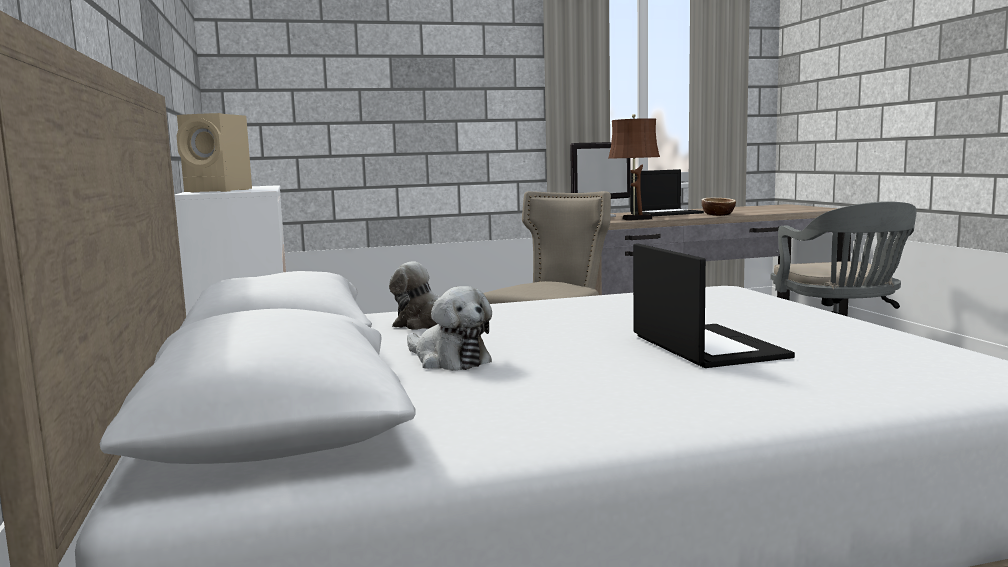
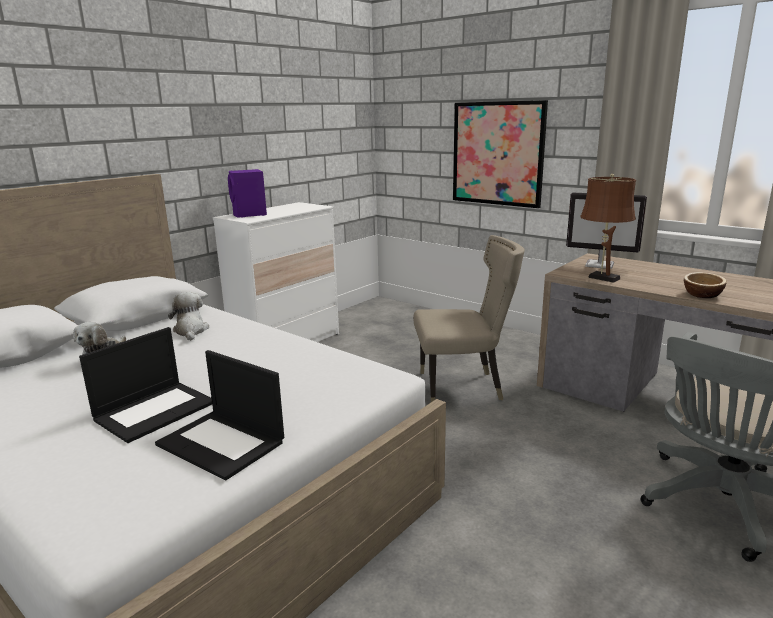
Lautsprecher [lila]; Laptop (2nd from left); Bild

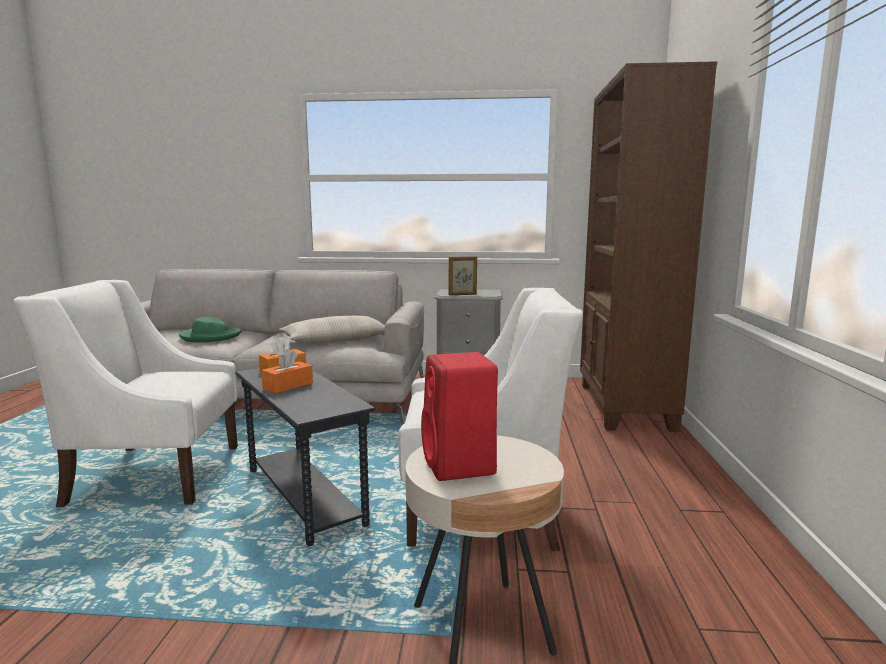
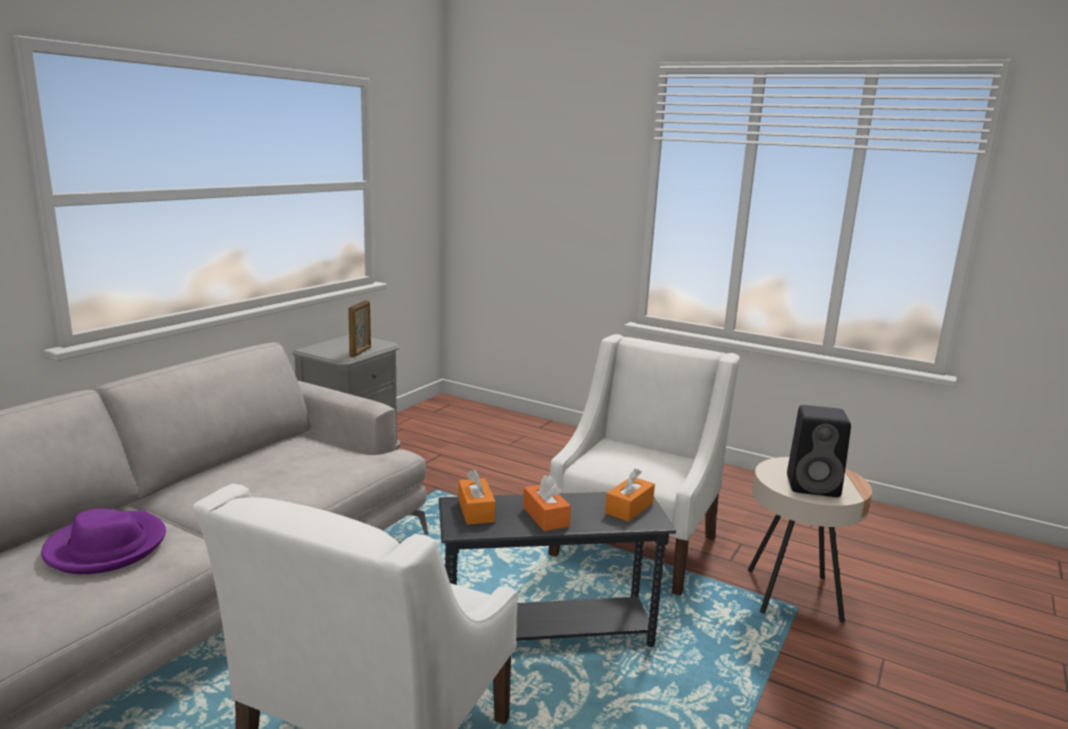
Bücherregal [braun]; Kissen [beige]; Hut [lila]; Lautsprecher [schwarz]; Taschentuchbox [orange] (3rd from left)

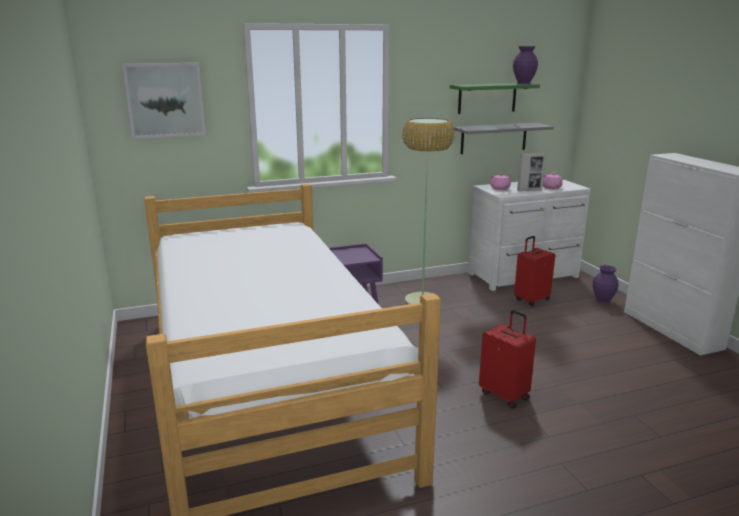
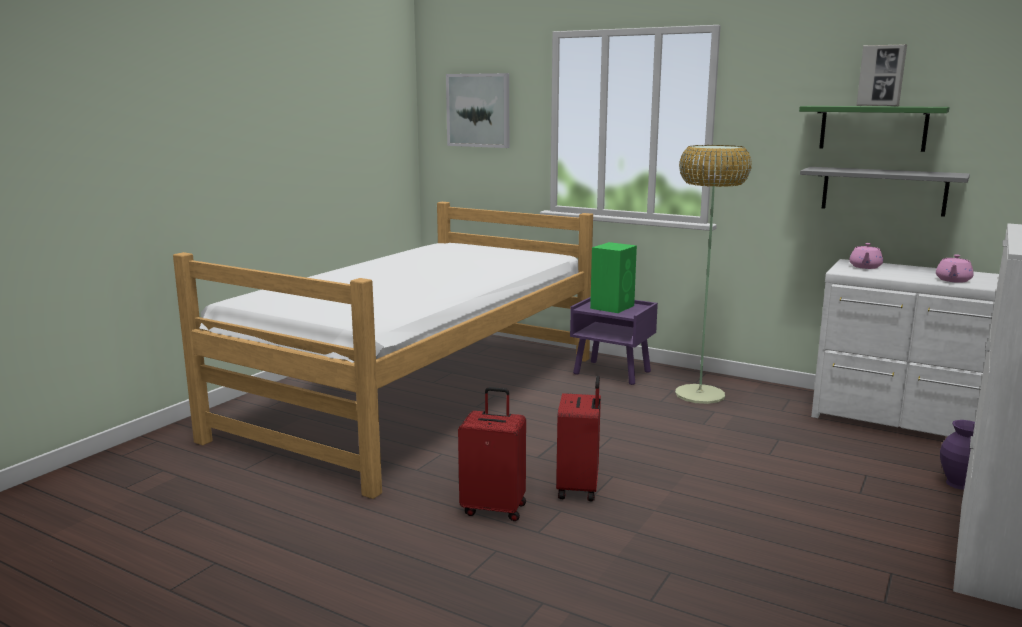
Vase [lila] (1st from left in the first image); Bilderrahmen; Koffer [rot] (1st from left); Lautsprecher [grün]

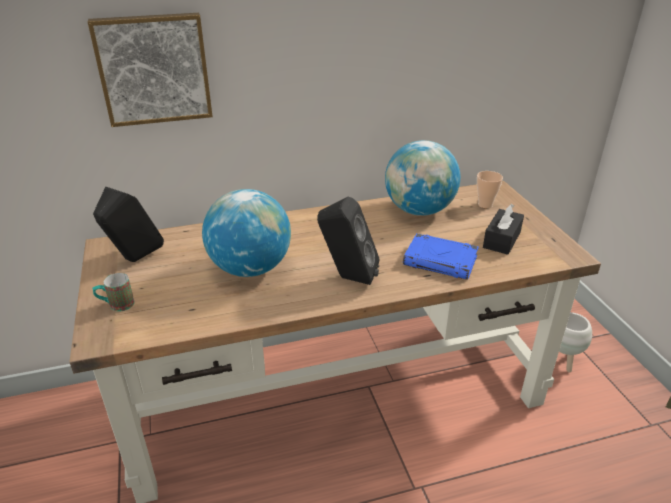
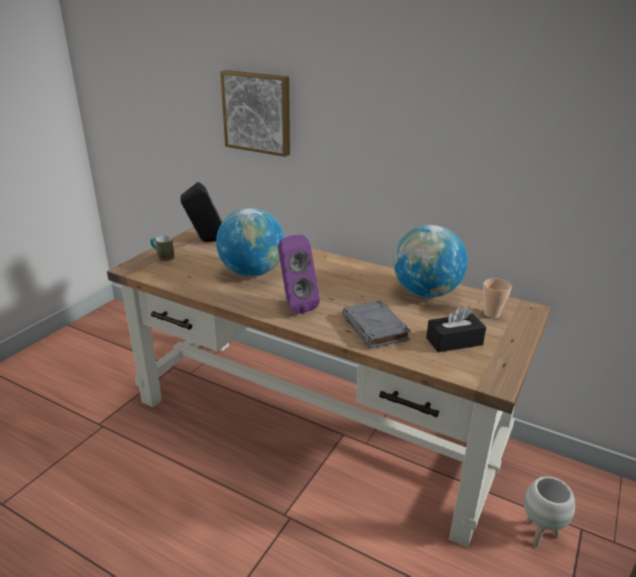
Lautsprecher [lila]; Buch [grau]

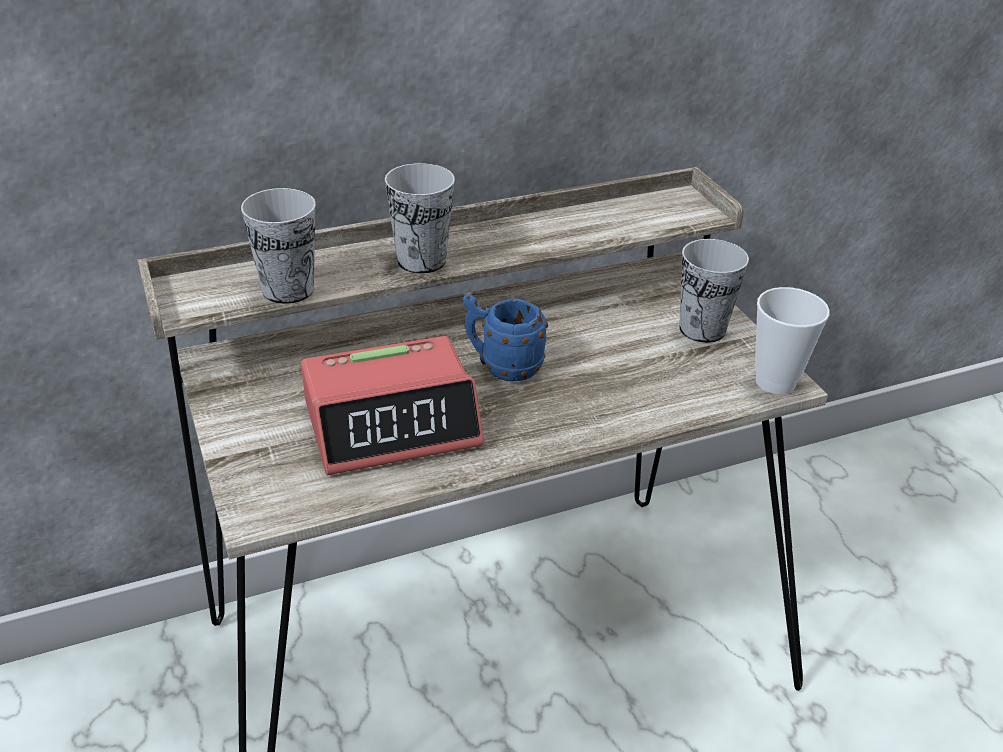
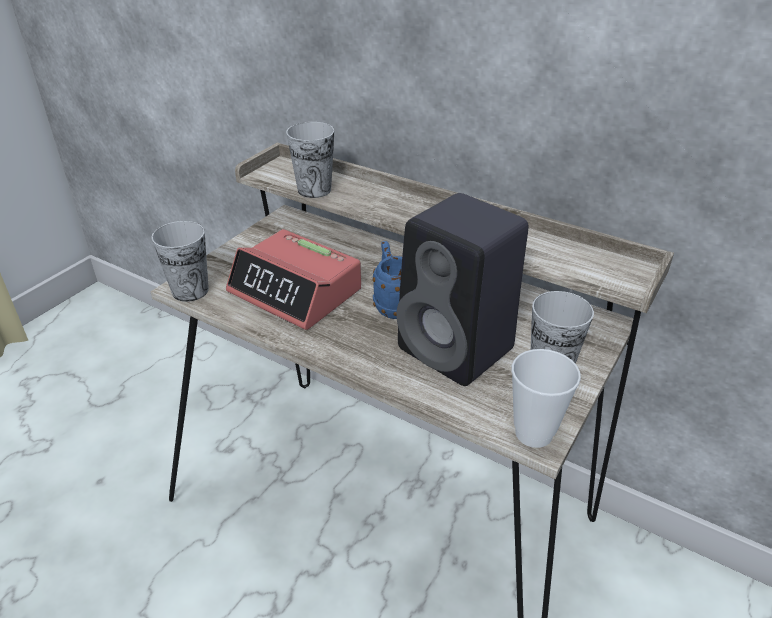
Tasse (1st from left); Lautsprecher [schwarz]

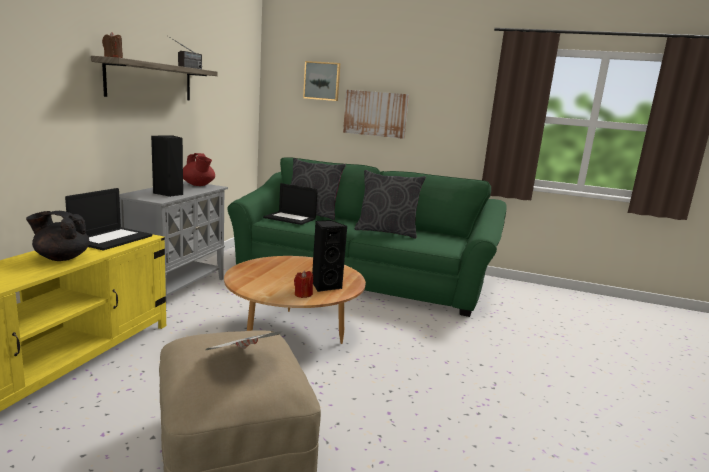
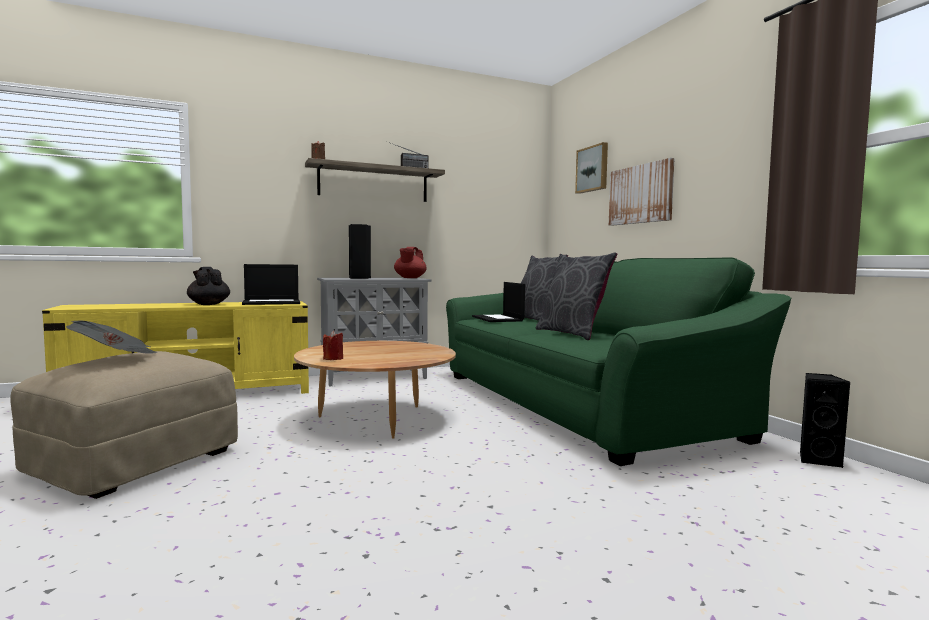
Lautsprecher [schwarz] (2nd from left)

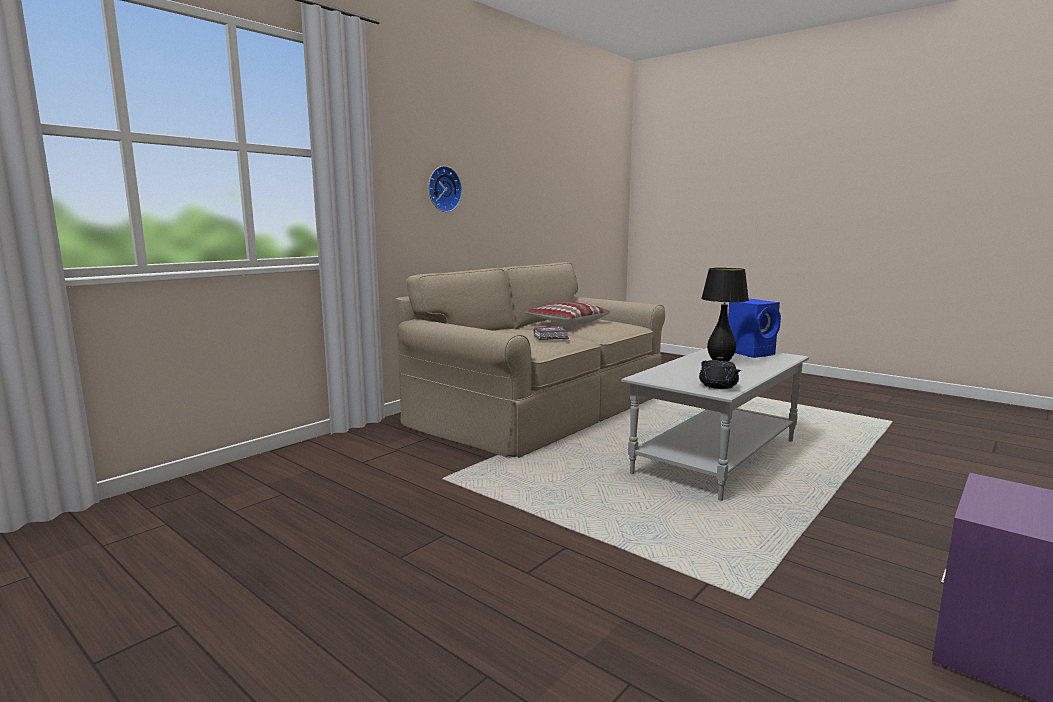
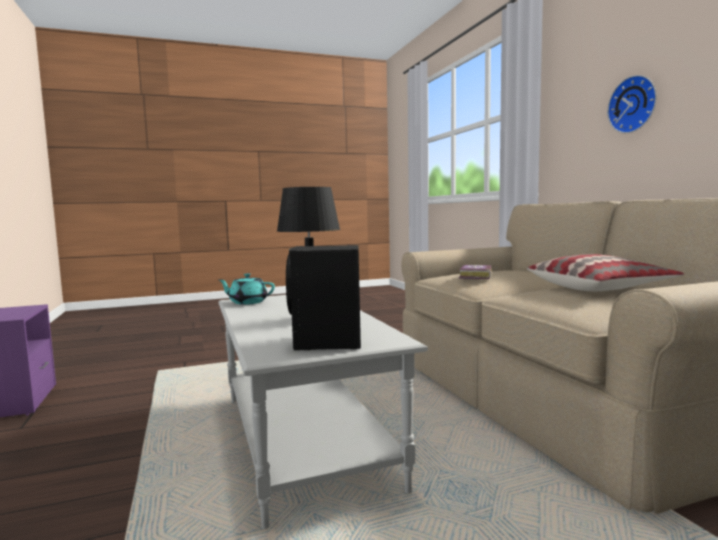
Lautsprecher [schwarz]; Teekanne [türkis]

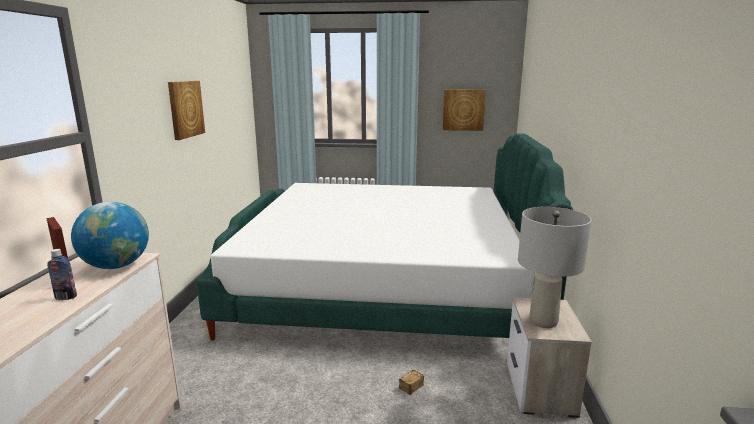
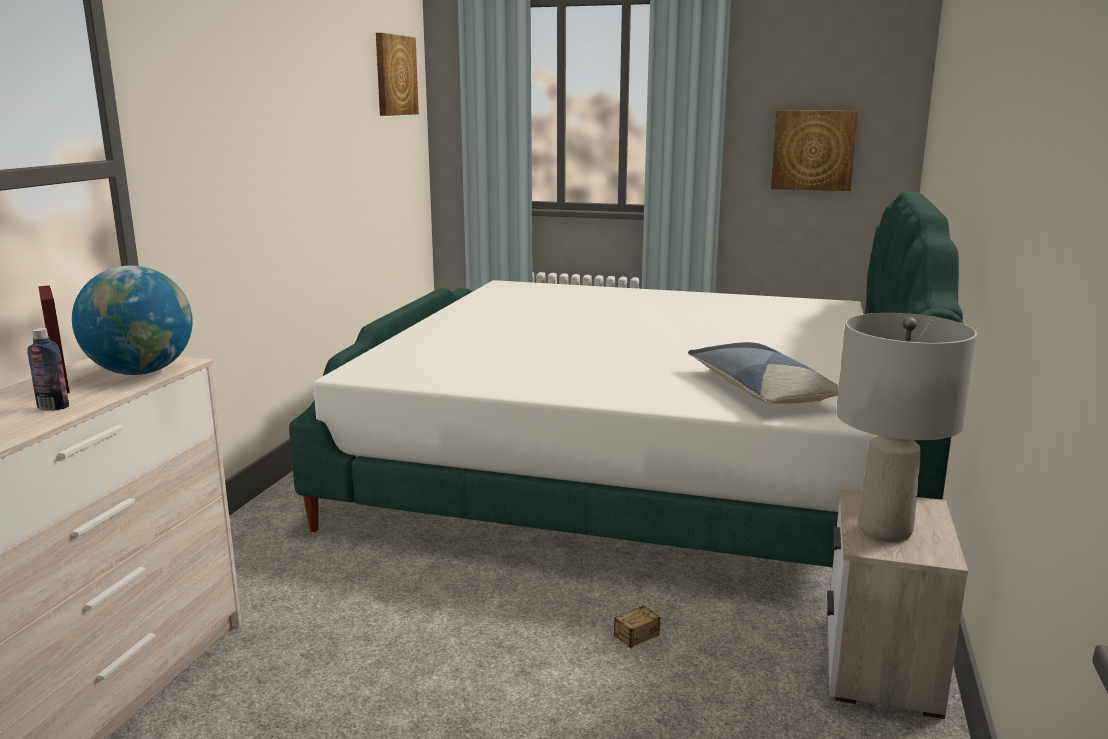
Bild (1st from left); Kissen

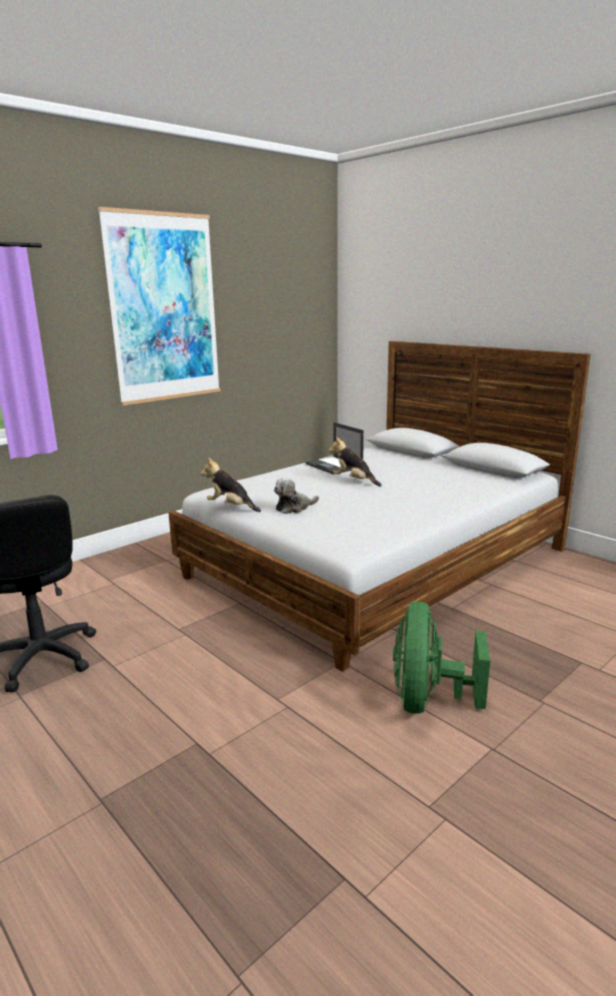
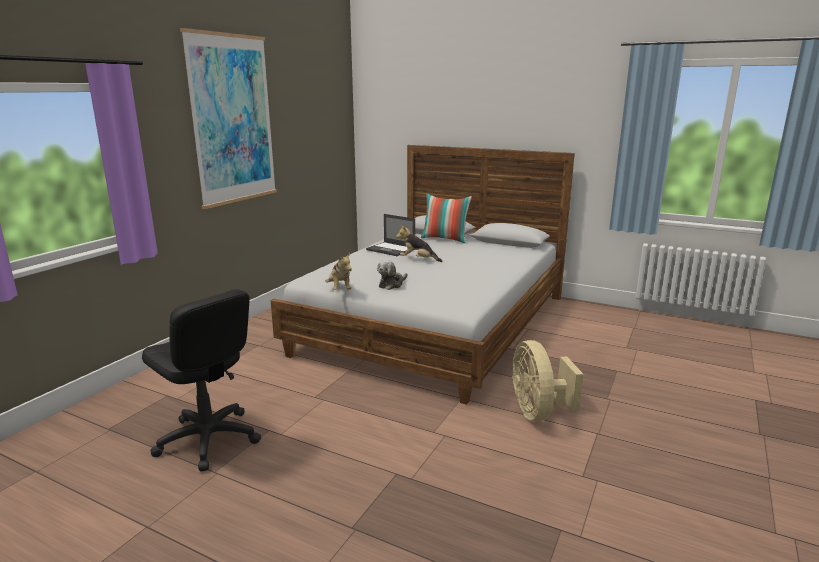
Plüschtier (1st from left); Ventilator [beige]; Kissen

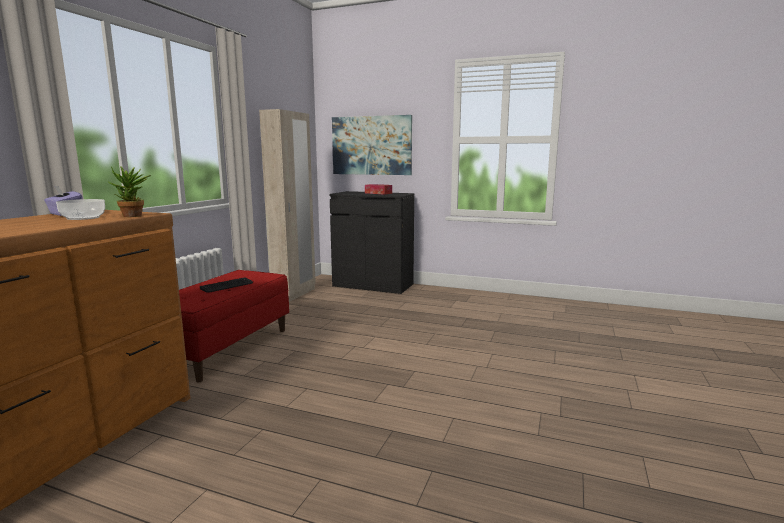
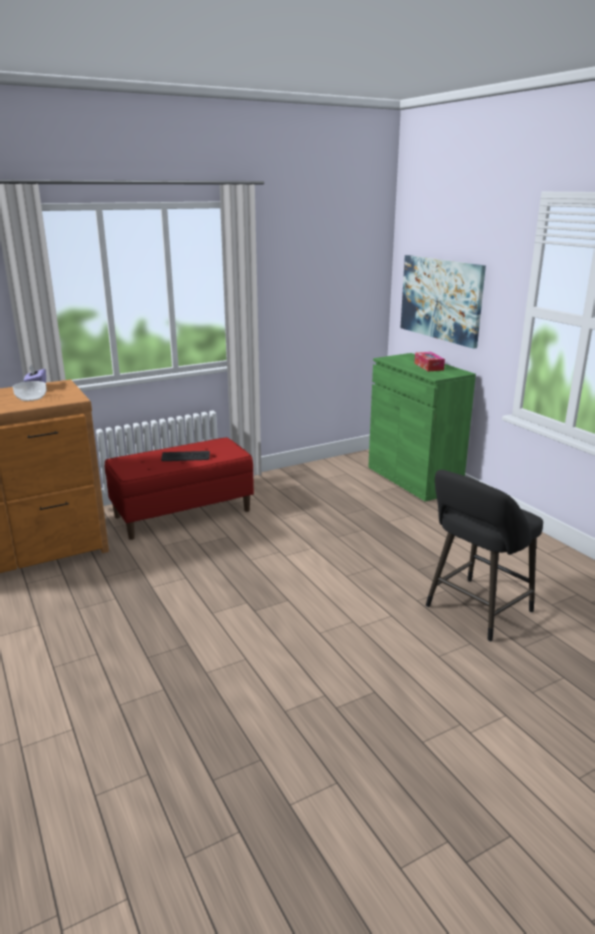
Kleiderschrank [beige]; Topfpflanze; Schrank [grün]; Hocker [schwarz]

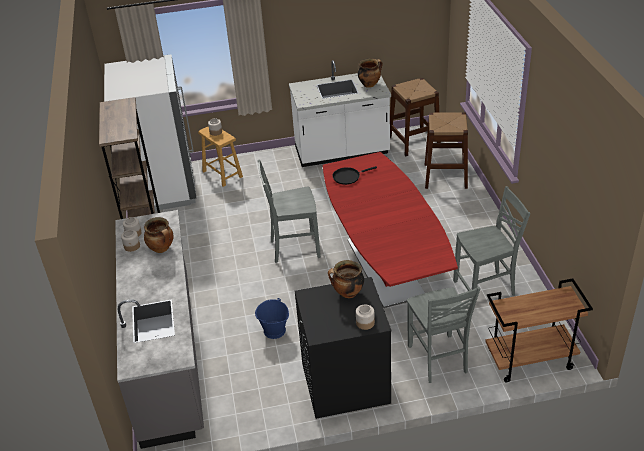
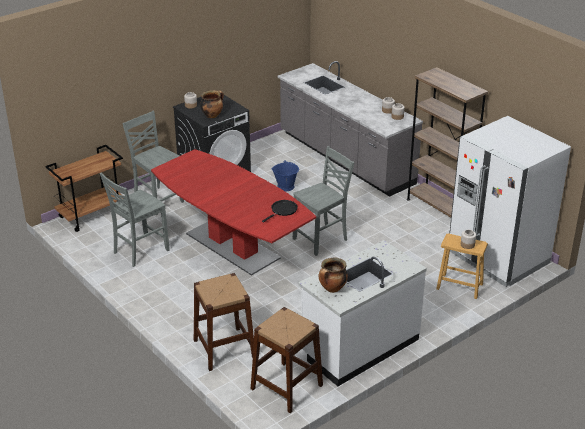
Kochtopf (1st from left in the first image)

